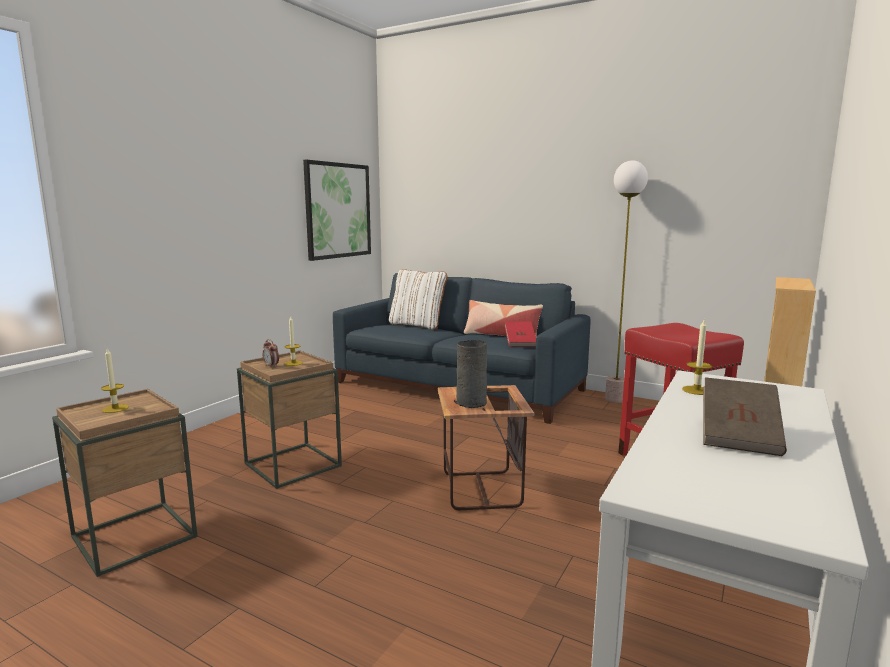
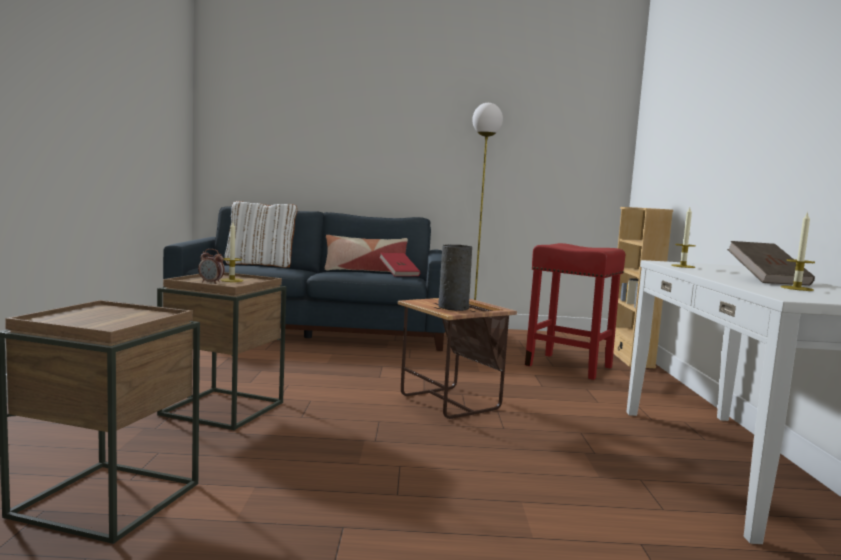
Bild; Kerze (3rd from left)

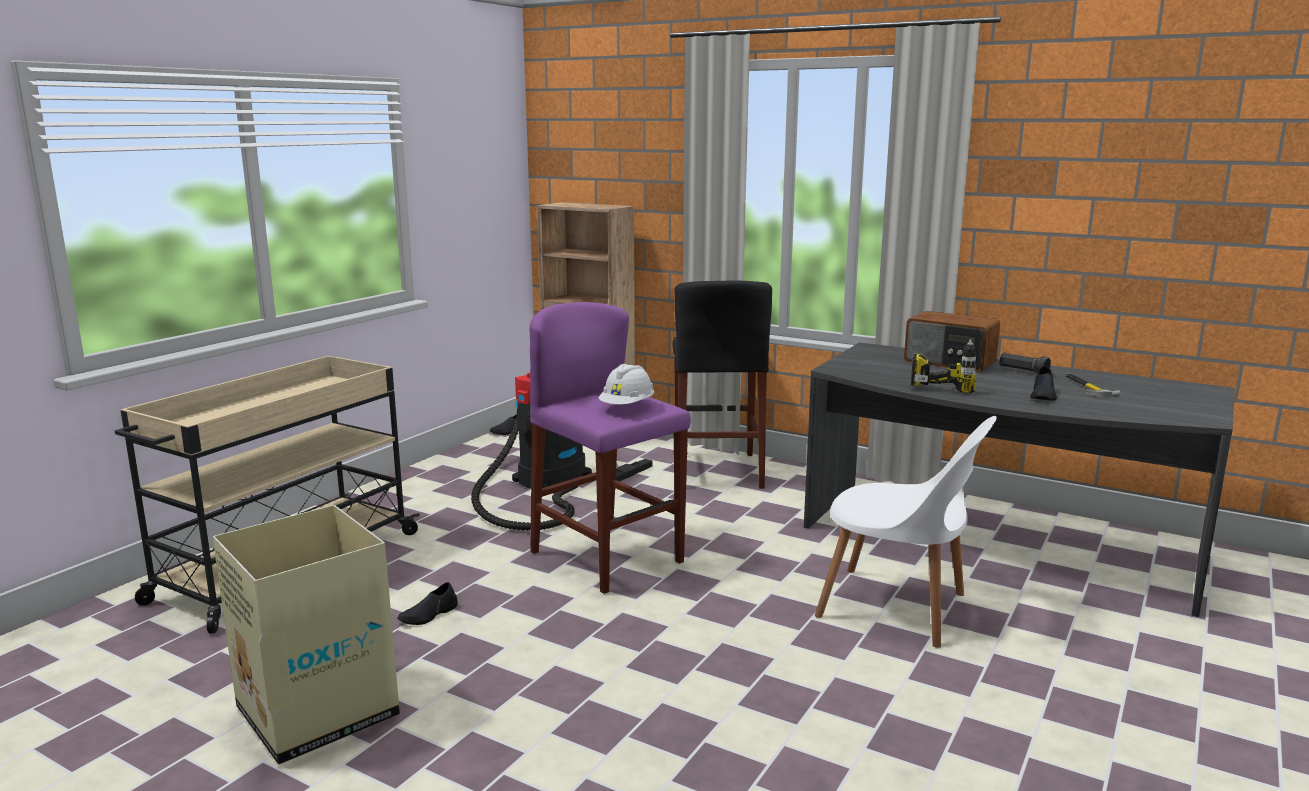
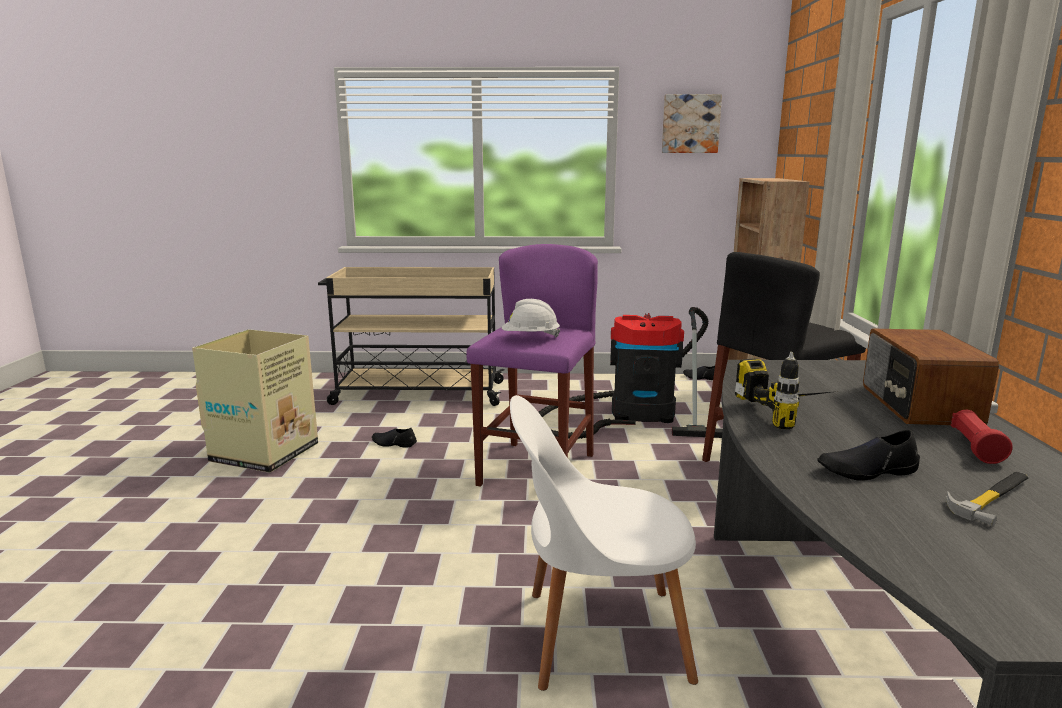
Taschenlampe [rot]; Stuhl [weiß]; Bild

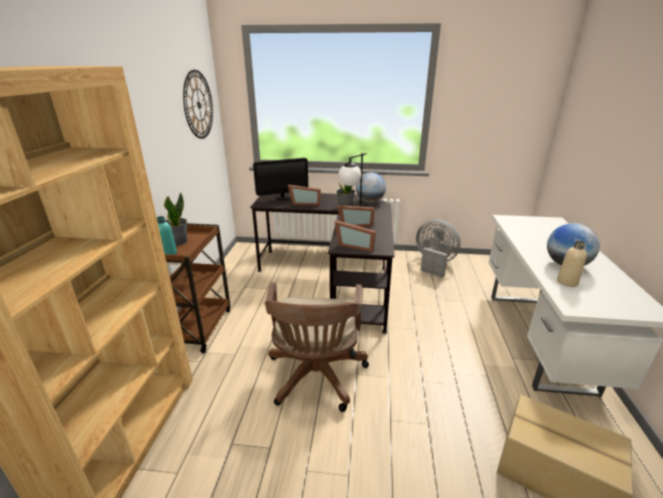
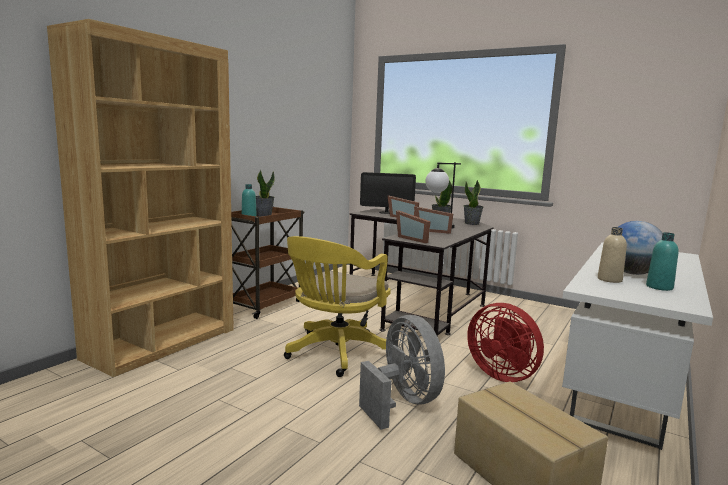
Wanduhr; Topfpflanze (3rd from left); Ventilator [grau]; Bürostuhl [gelb]; Flasche [türkis] (2nd from left); Ventilator [rot]

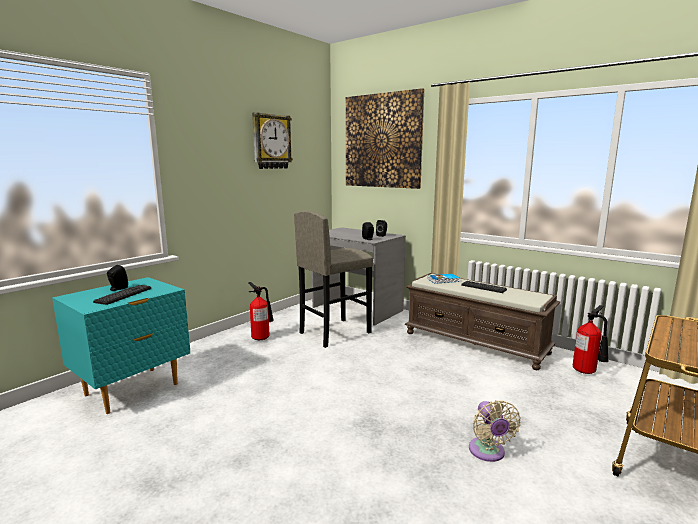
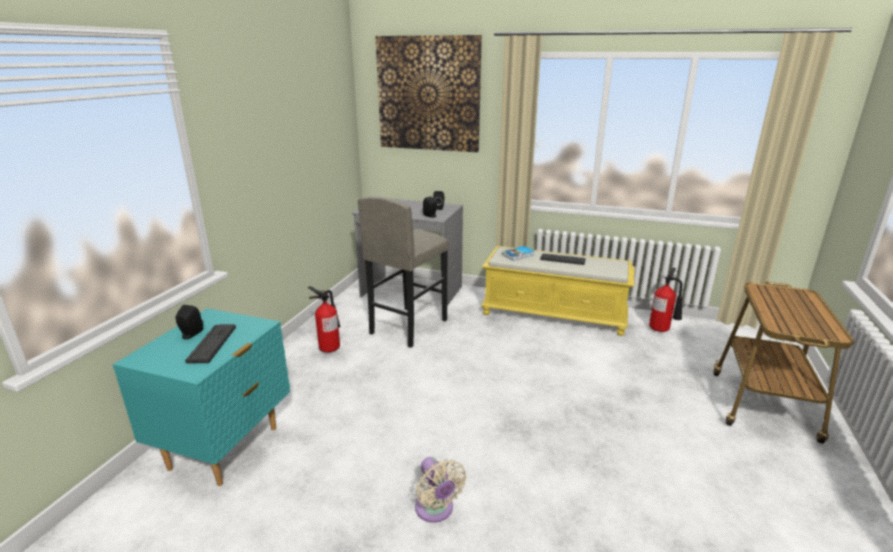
Wanduhr; Bank [gelb]; Ventilator [beige]

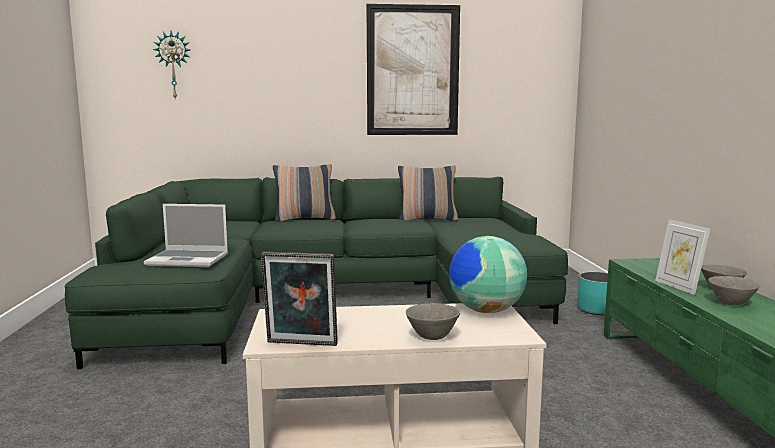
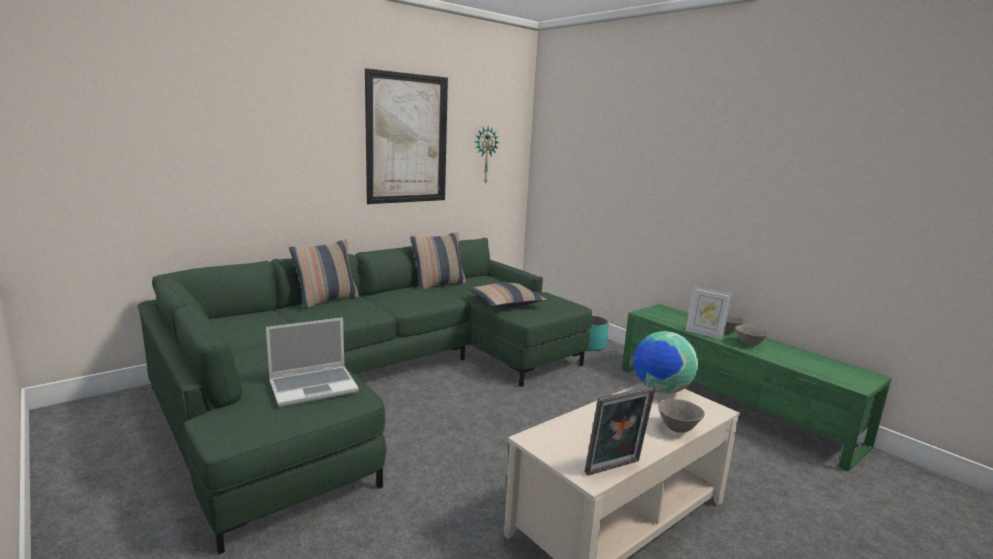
Wanduhr; Kissen (3rd from left)

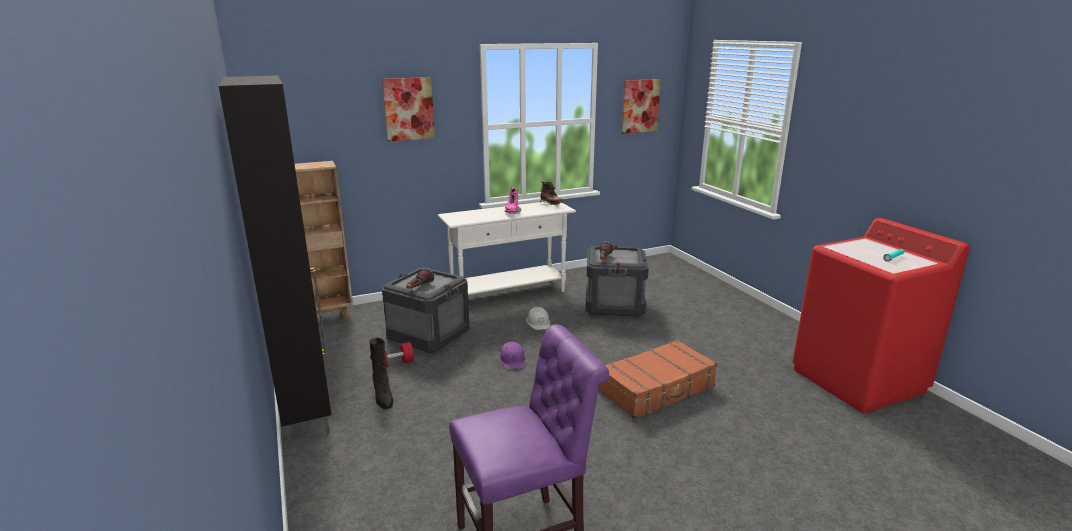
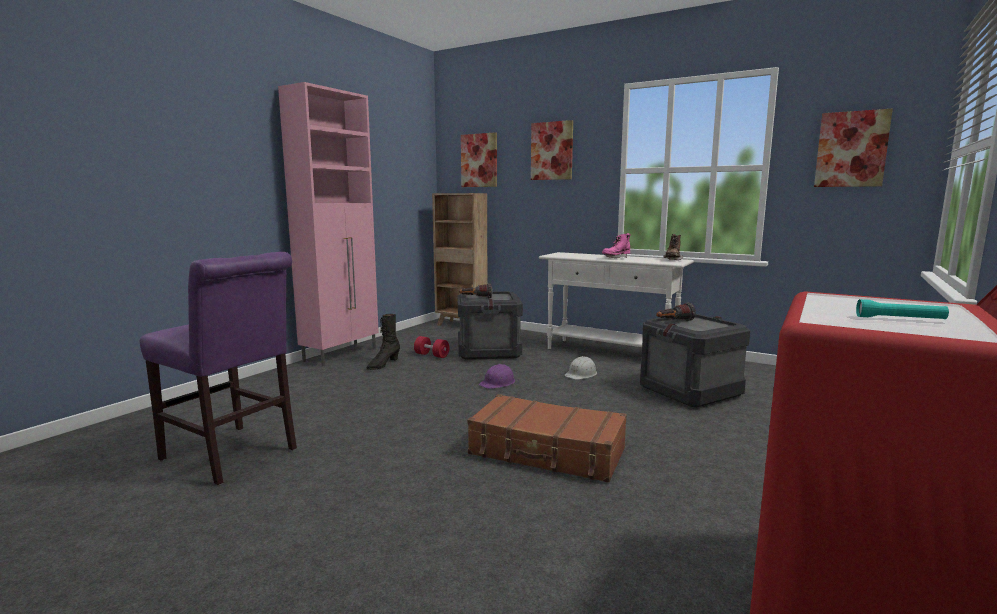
Schrank [rosa]; Bild (1st from left)

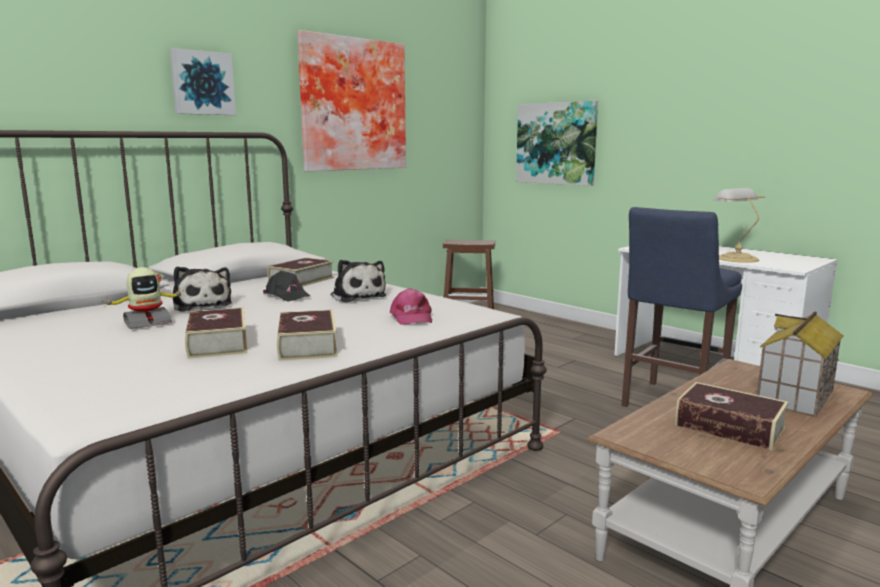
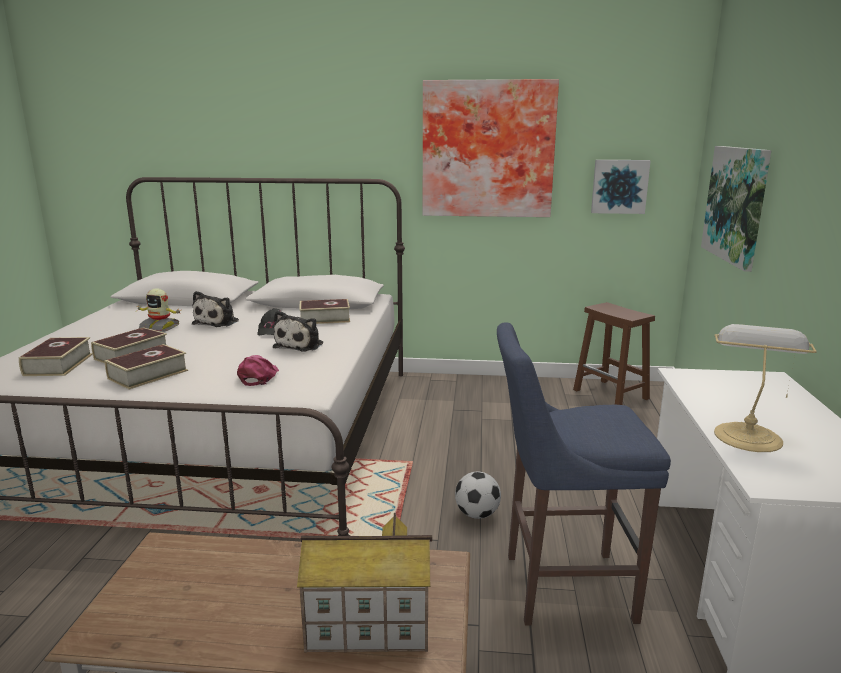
Bild (2nd from left); Kappe [rosa]; Buch (1st from left); Fußball

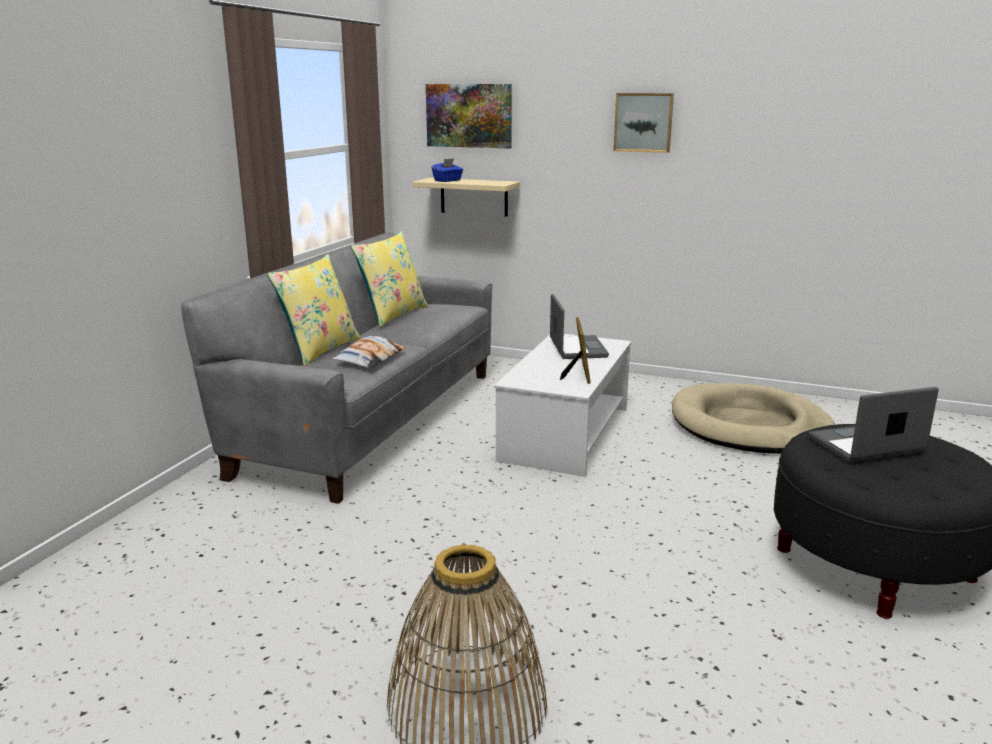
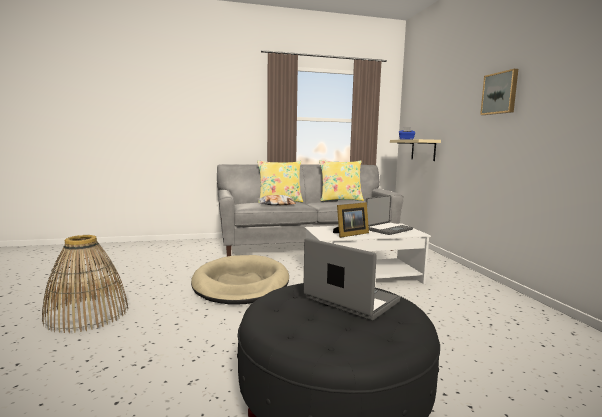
Bild (1st from left in the first image); Hundebett [beige]

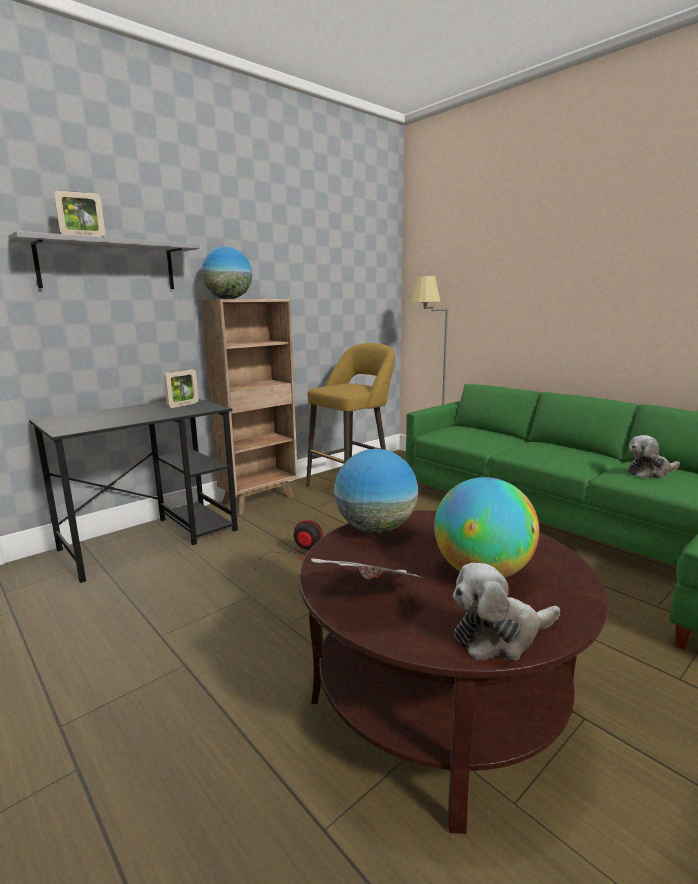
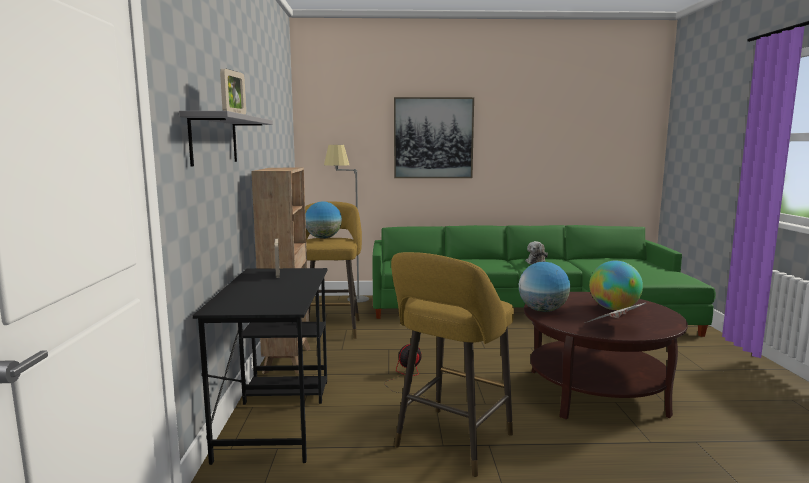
Globus (1st from left); Plüschtier (1st from left in the first image); Bild; Hocker [gelb] (2nd from left)

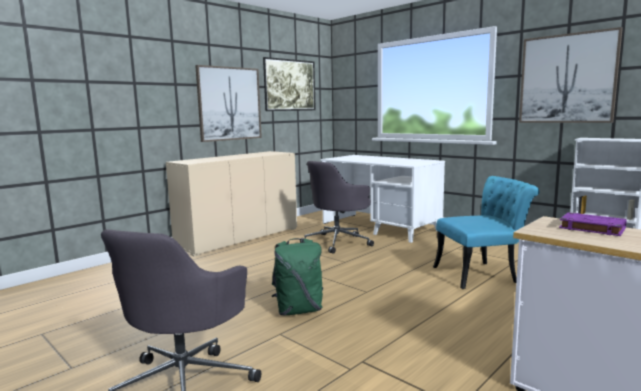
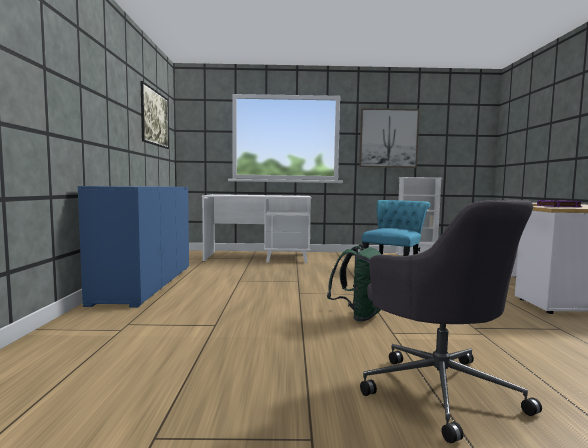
Bild (1st from left in the first image); Schrank [blau]; Bürostuhl [grau] (2nd from left in the first image)

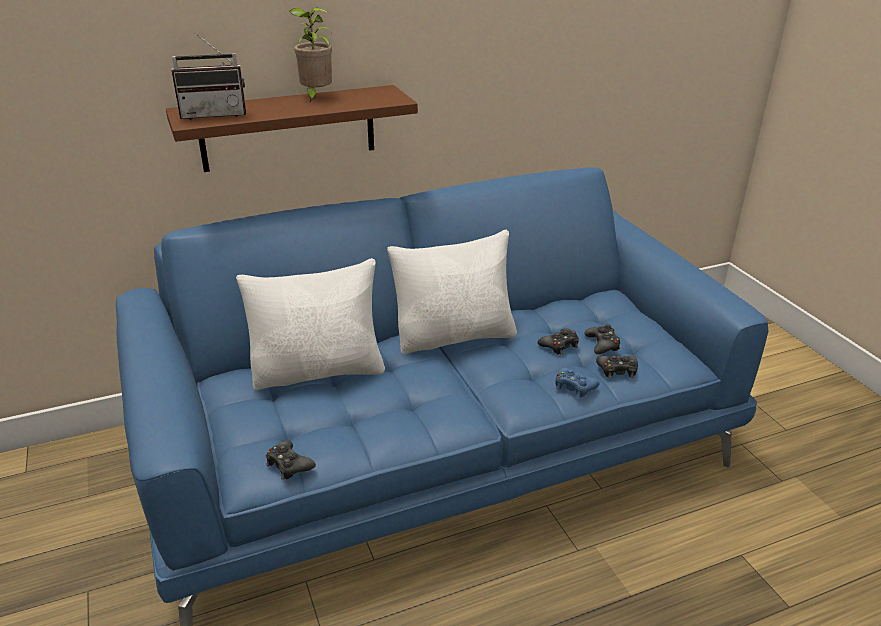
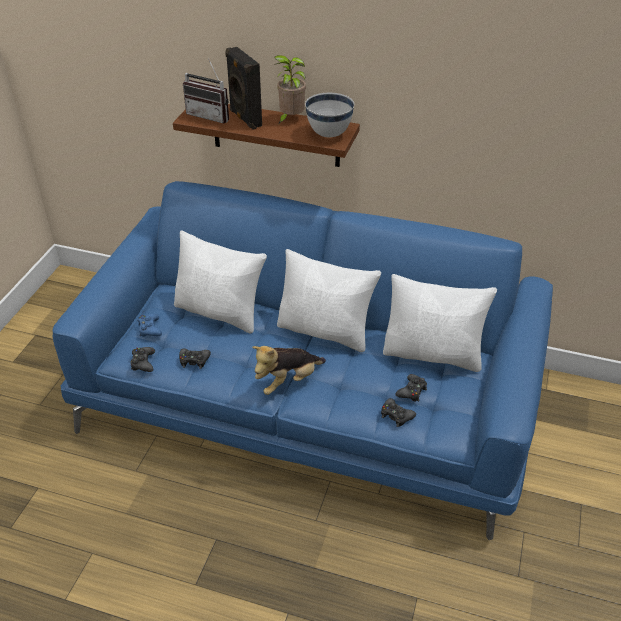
Gamepad [schwarz] (2nd from left); Gamepad [blau]; Lautsprecher [schwarz]; Schüssel [weiß]; Kissen [weiß] (3rd from left); Plüschtier

